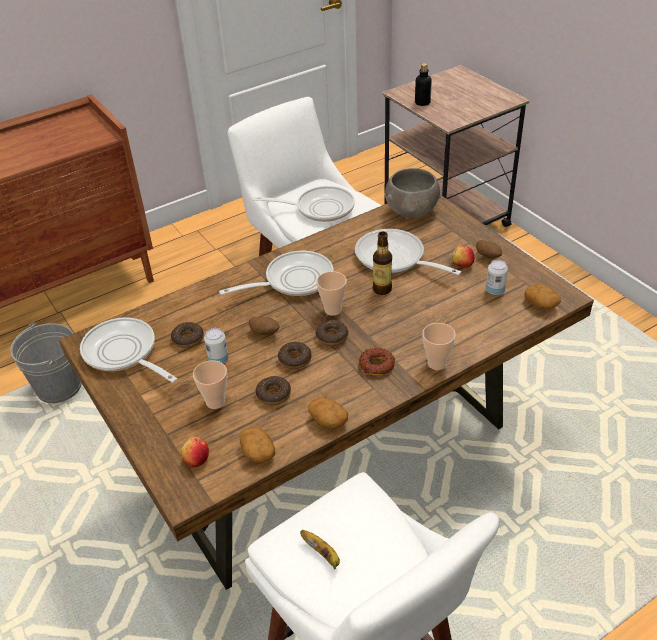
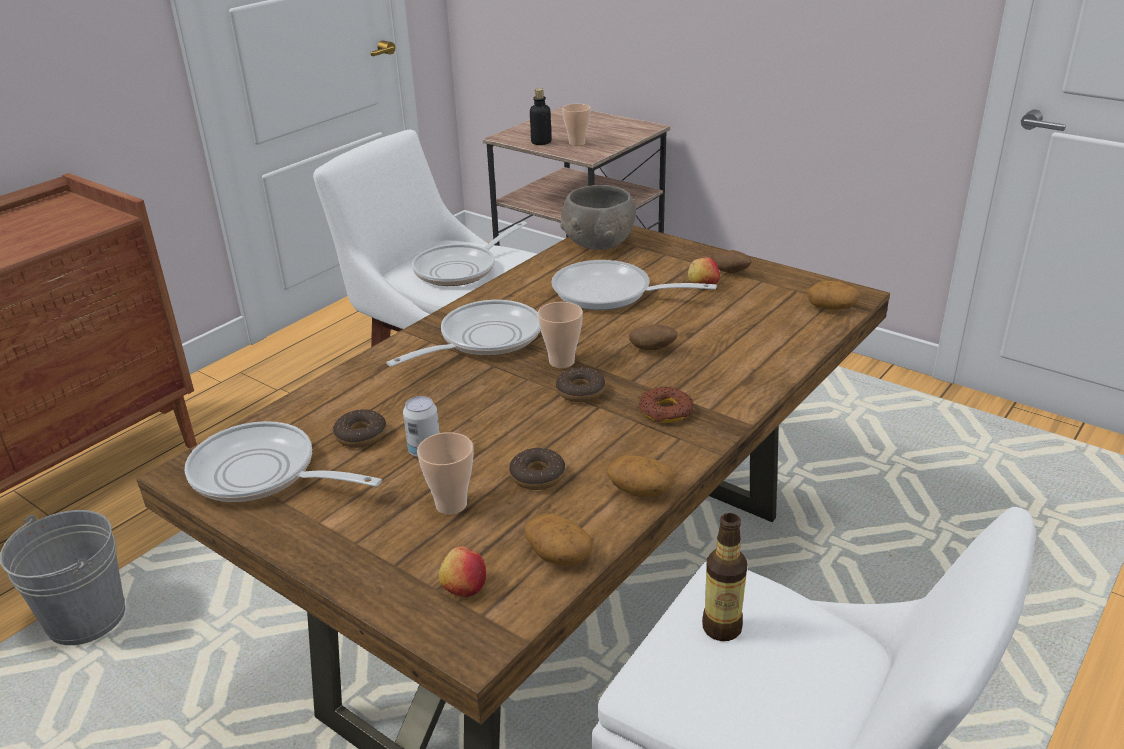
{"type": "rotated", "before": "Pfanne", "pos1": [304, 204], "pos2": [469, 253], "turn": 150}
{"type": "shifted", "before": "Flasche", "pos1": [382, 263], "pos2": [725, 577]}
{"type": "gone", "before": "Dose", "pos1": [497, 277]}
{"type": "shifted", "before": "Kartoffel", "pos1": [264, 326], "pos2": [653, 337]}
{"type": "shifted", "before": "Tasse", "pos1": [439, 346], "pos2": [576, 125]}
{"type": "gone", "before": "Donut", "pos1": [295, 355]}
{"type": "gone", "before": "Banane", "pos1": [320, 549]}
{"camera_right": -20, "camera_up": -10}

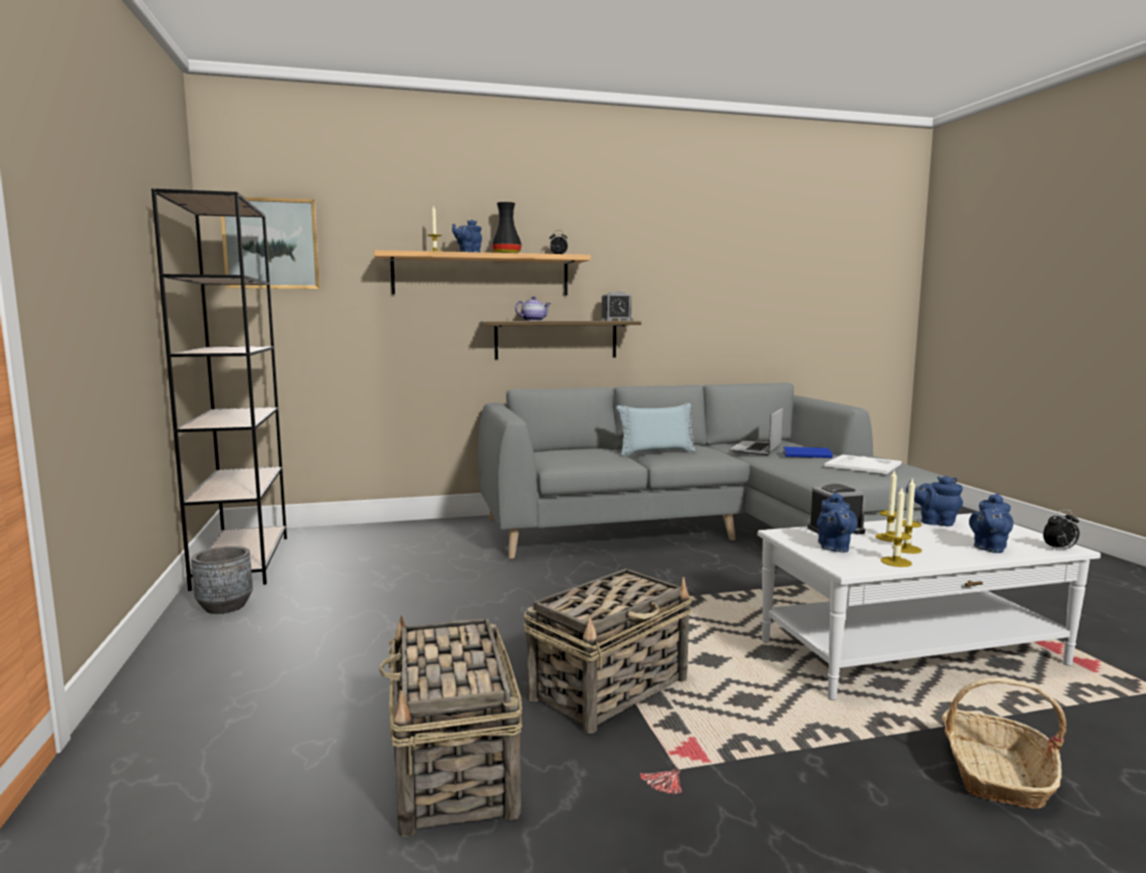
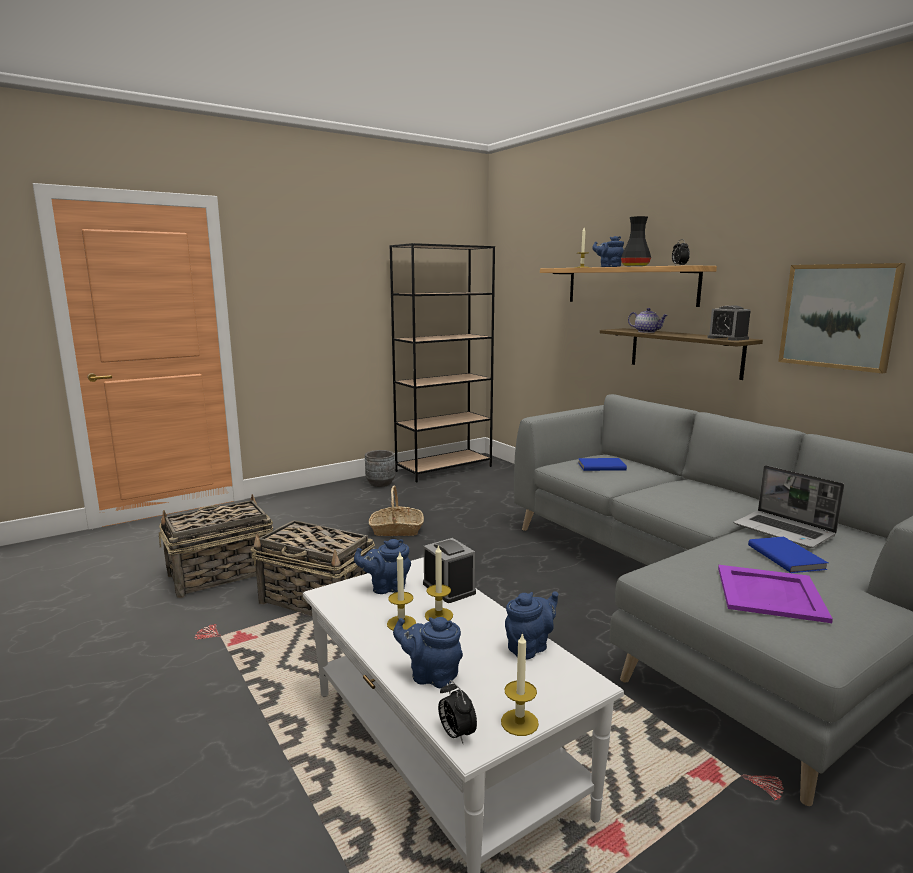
{"type": "shifted", "before": "Bild", "pos1": [270, 243], "pos2": [842, 318]}
{"type": "gone", "before": "Kissen [blau]", "pos1": [656, 429]}
{"type": "rotated", "before": "Laptop", "pos1": [756, 431], "pos2": [789, 506], "turn": -135}
{"type": "repainted", "before": "Tablett [weiß]", "after": "Tablett [lila]", "pos1": [863, 464], "pos2": [775, 594]}
{"type": "rotated", "before": "Teekanne [blau]", "pos1": [934, 501], "pos2": [531, 626], "turn": 45}
{"type": "shifted", "before": "Kerze", "pos1": [896, 527], "pos2": [520, 684]}
{"type": "shifted", "before": "Korb", "pos1": [1004, 743], "pos2": [396, 511]}
{"type": "new", "after": "Buch [blau]", "pos2": [602, 464]}
{"camera_right": 70, "camera_up": 5}

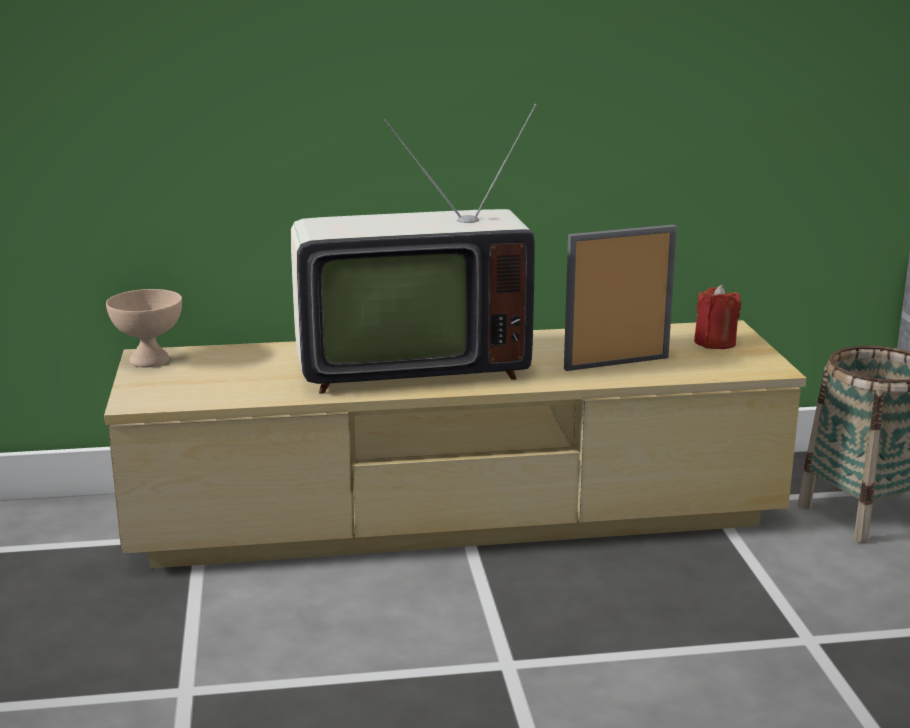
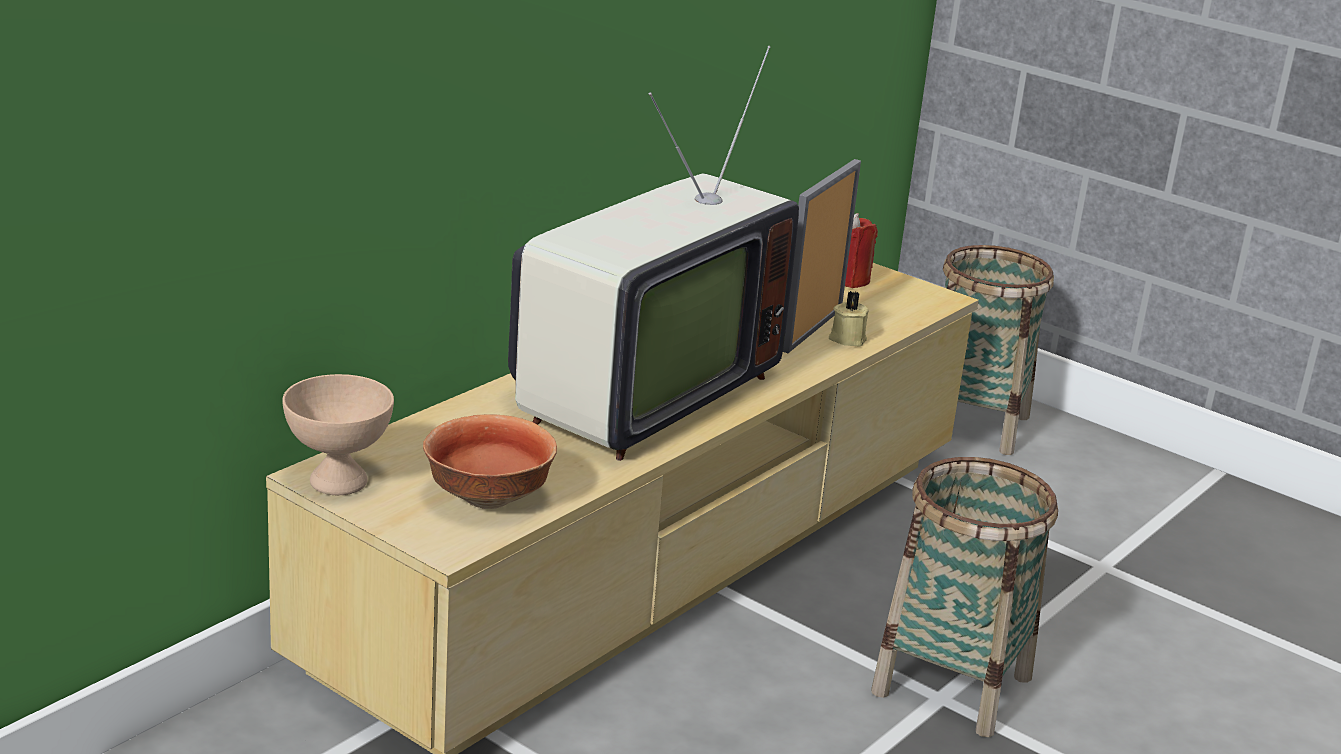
{"type": "new", "after": "Kerze [beige]", "pos2": [849, 319]}
{"type": "new", "after": "Schüssel", "pos2": [490, 461]}
{"type": "new", "after": "Korb", "pos2": [964, 597]}
{"camera_right": -45, "camera_up": 5}

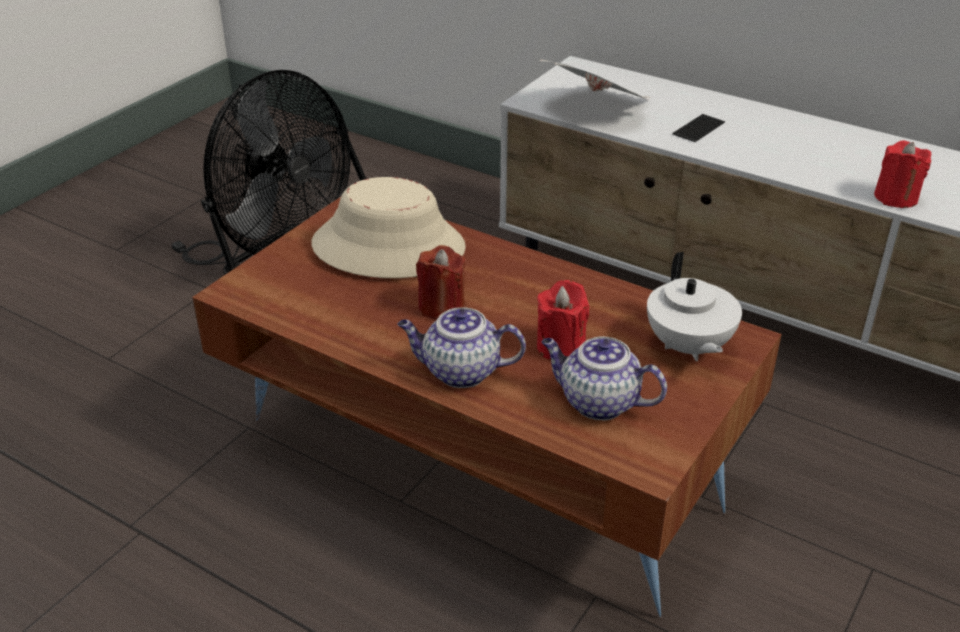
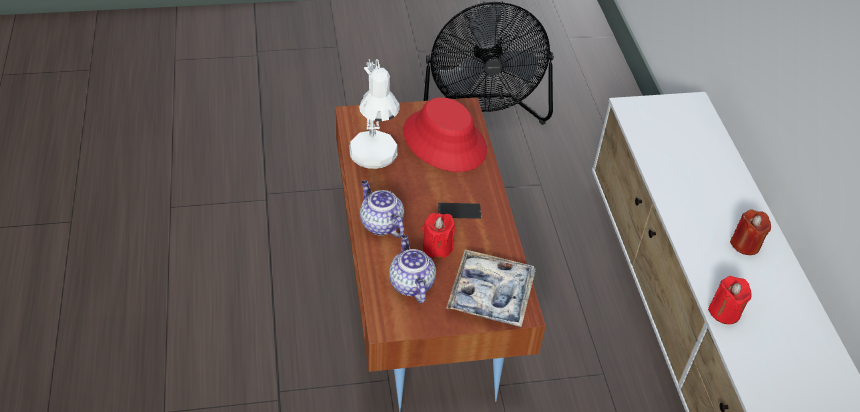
{"type": "gone", "before": "Zeitung", "pos1": [595, 80]}
{"type": "shifted", "before": "Handy", "pos1": [698, 128], "pos2": [459, 211]}
{"type": "repainted", "before": "Hut [beige]", "after": "Hut [rot]", "pos1": [388, 227], "pos2": [445, 134]}
{"type": "shifted", "before": "Kerze [rot]", "pos1": [441, 282], "pos2": [750, 232]}
{"type": "swapped", "before": "Teekanne [weiß]", "after": "Tablett", "pos1": [694, 306], "pos2": [490, 288]}
{"type": "new", "after": "Tischlampe [weiß]", "pos2": [374, 114]}
{"camera_right": 45, "camera_up": 10}

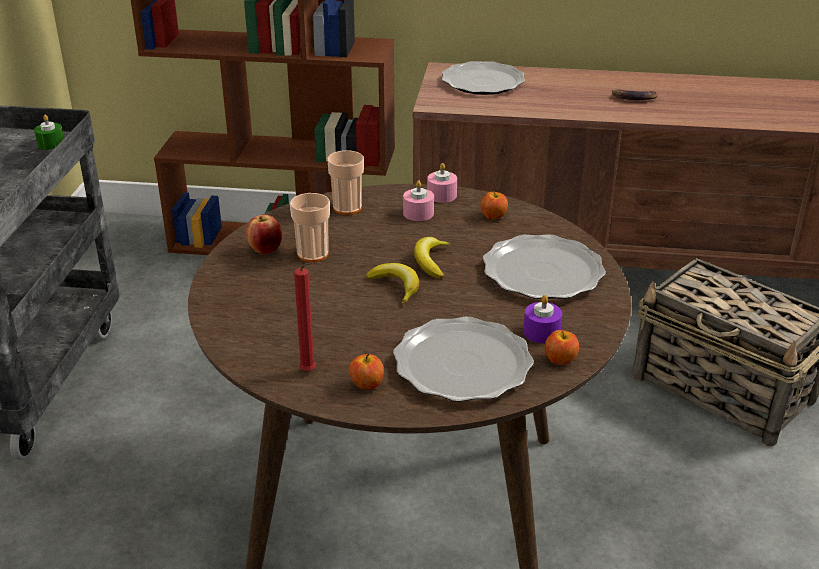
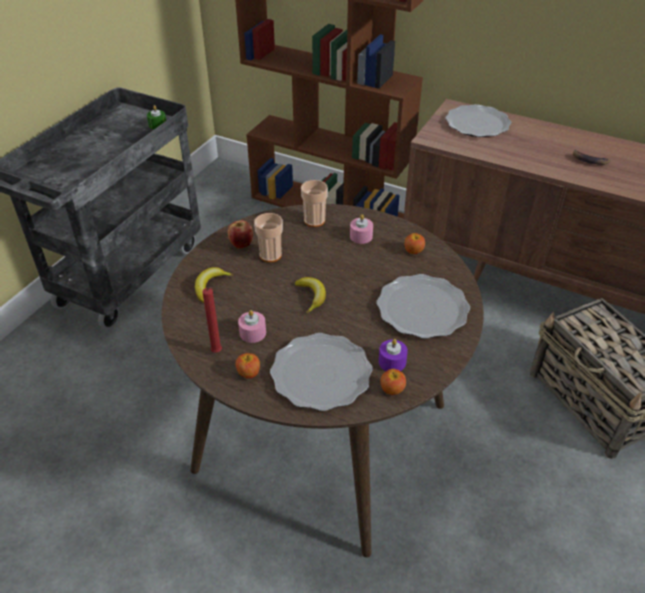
{"type": "shifted", "before": "Kerze [rosa]", "pos1": [442, 183], "pos2": [252, 326]}
{"type": "shifted", "before": "Banane", "pos1": [432, 258], "pos2": [214, 285]}
{"camera_right": 20, "camera_up": 10}

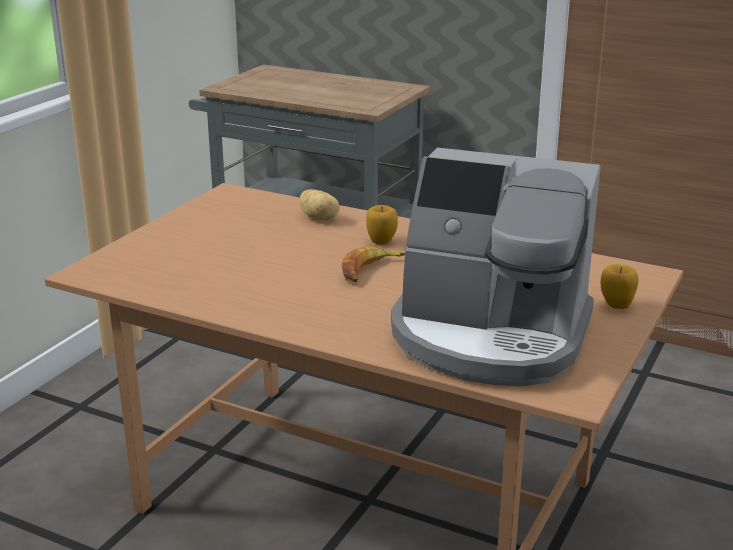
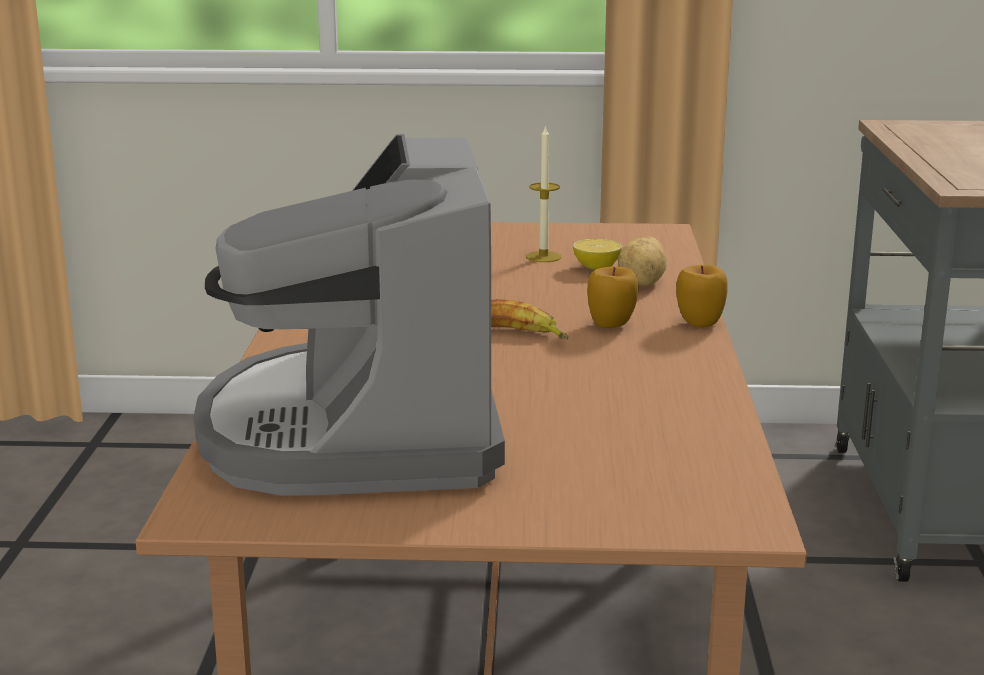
{"type": "shifted", "before": "Apfel", "pos1": [620, 286], "pos2": [702, 296]}
{"type": "new", "after": "Kerze", "pos2": [543, 193]}
{"type": "new", "after": "Zitrone", "pos2": [597, 254]}
{"camera_right": 65, "camera_up": -5}

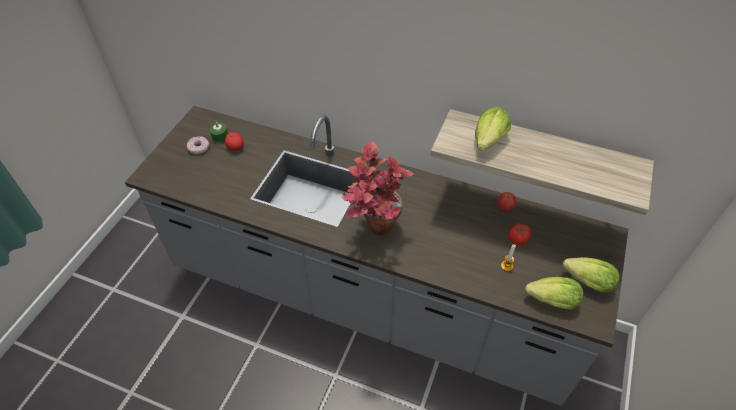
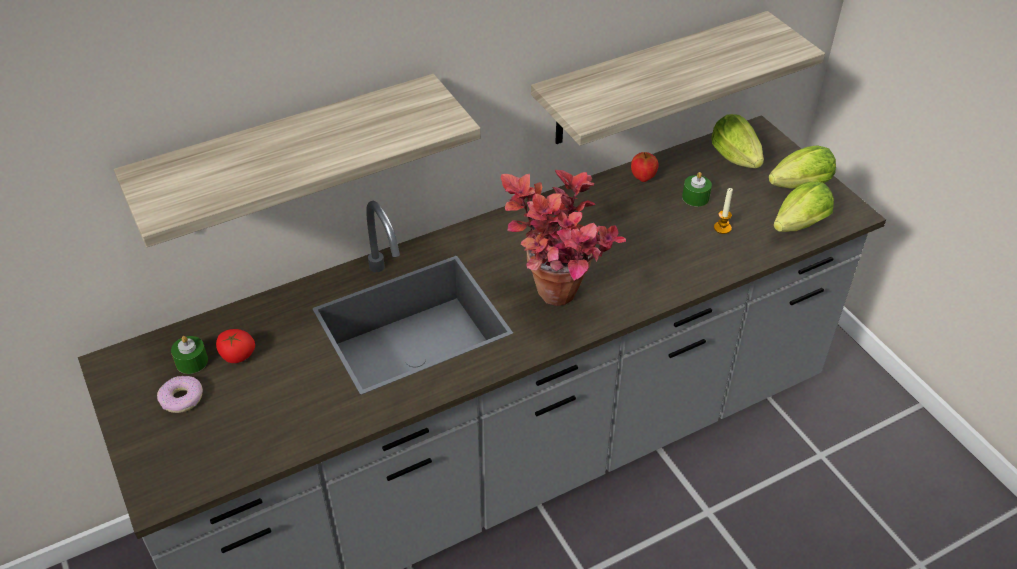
{"type": "shifted", "before": "Salatkopf", "pos1": [493, 129], "pos2": [737, 141]}
{"type": "swapped", "before": "Tomate", "after": "Kerze [grün]", "pos1": [519, 234], "pos2": [697, 189]}
{"type": "new", "after": "Wandregal", "pos2": [297, 160]}
{"camera_right": -50, "camera_up": -5}

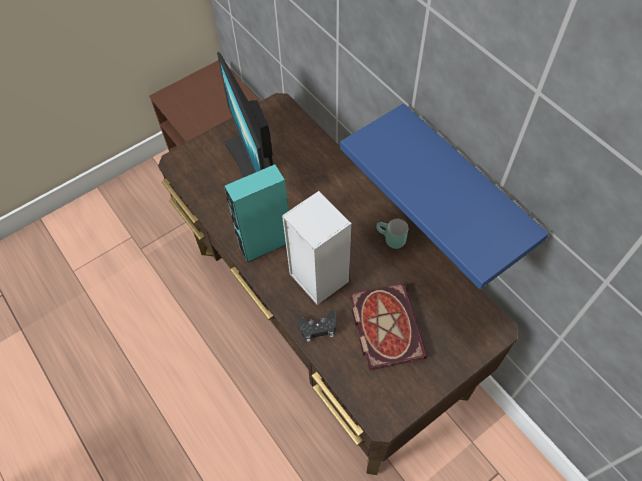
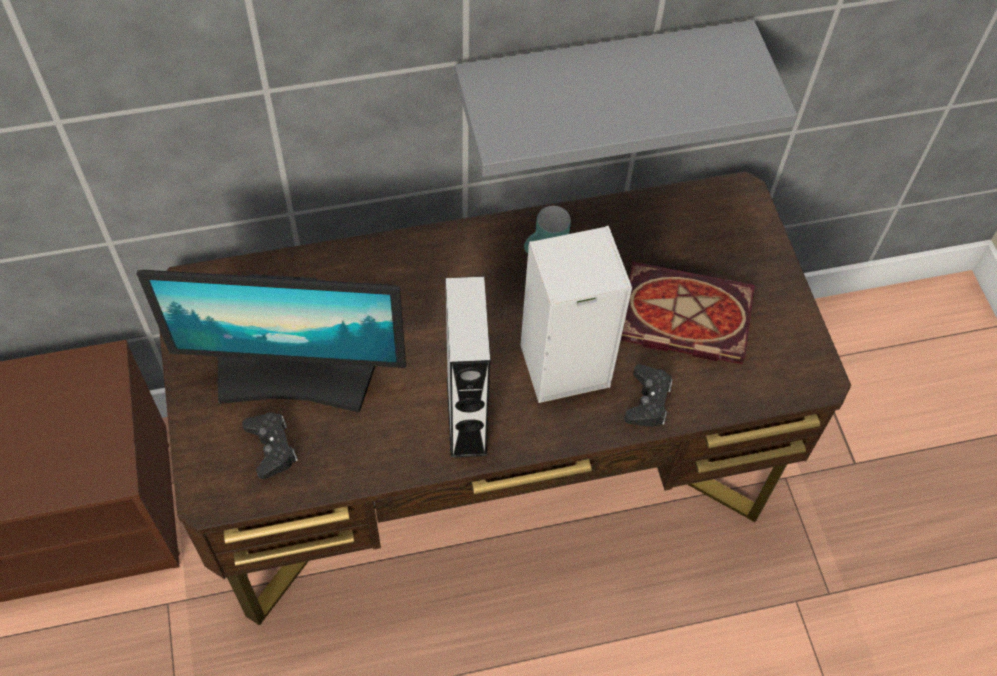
{"type": "repainted", "before": "Wandregal [blau]", "after": "Wandregal [grau]", "pos1": [444, 196], "pos2": [626, 98]}
{"type": "repainted", "before": "Lautsprecher [türkis]", "after": "Lautsprecher [grau]", "pos1": [256, 213], "pos2": [468, 367]}
{"type": "new", "after": "Gamepad [schwarz]", "pos2": [270, 445]}
{"camera_right": -70, "camera_up": 0}

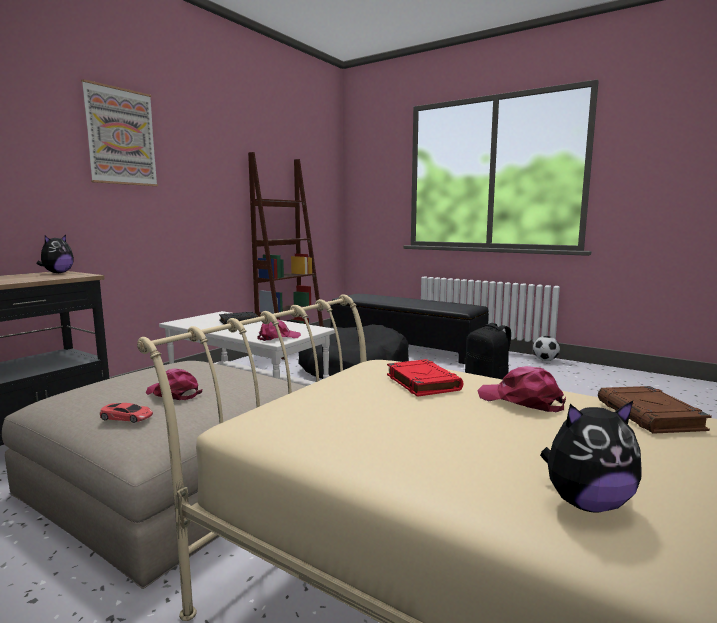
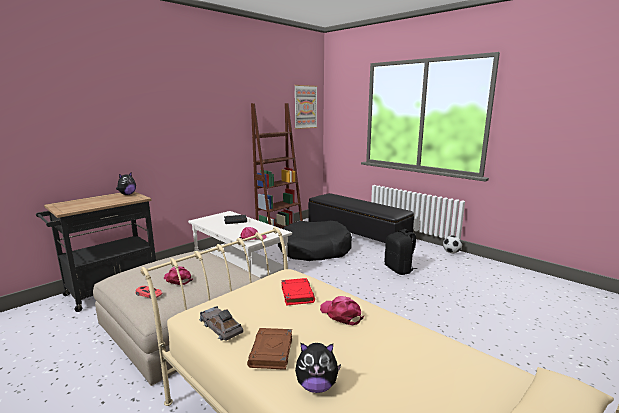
{"type": "shifted", "before": "Bild", "pos1": [119, 132], "pos2": [306, 107]}
{"type": "shifted", "before": "Buch [braun]", "pos1": [655, 409], "pos2": [269, 349]}
{"type": "new", "after": "Spielzeugauto [grau]", "pos2": [221, 323]}
{"camera_right": 10, "camera_up": 5}

